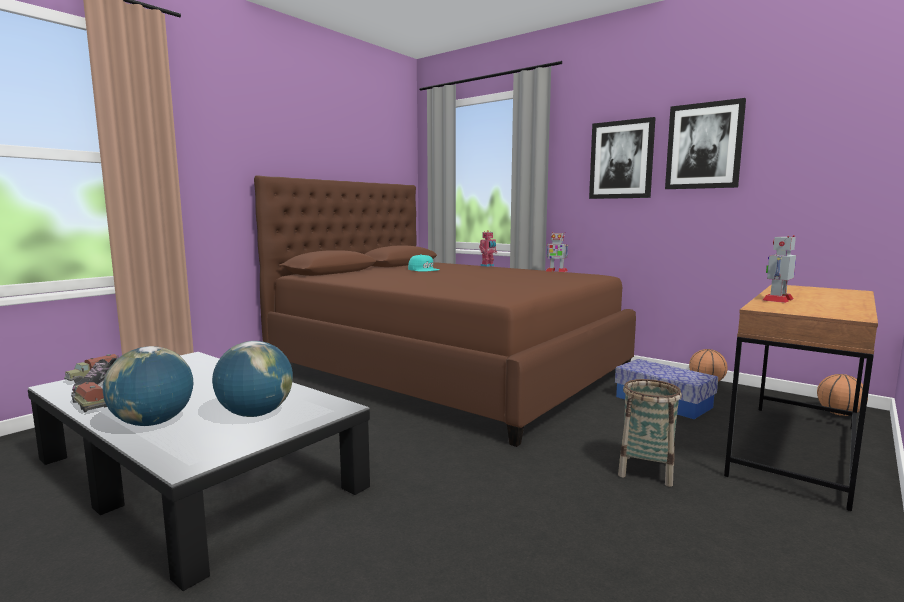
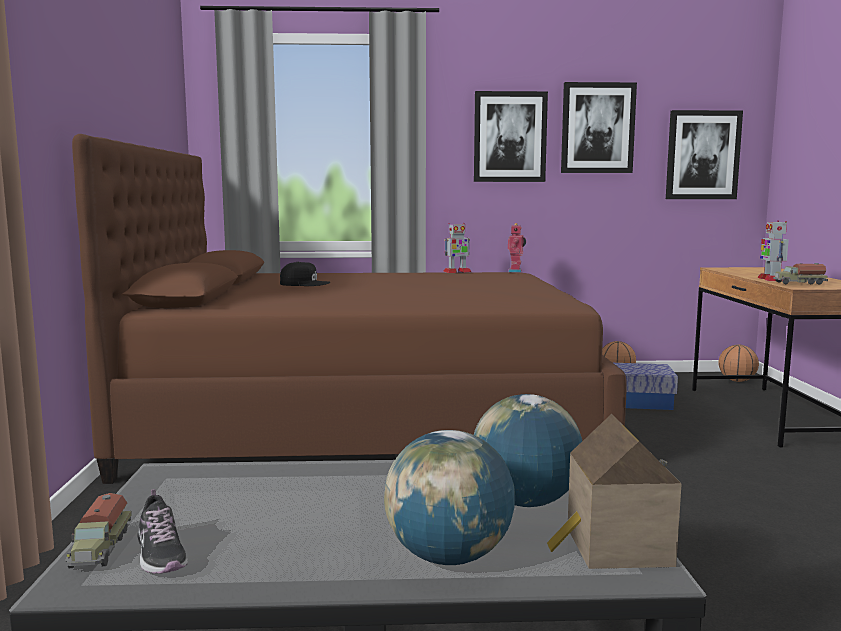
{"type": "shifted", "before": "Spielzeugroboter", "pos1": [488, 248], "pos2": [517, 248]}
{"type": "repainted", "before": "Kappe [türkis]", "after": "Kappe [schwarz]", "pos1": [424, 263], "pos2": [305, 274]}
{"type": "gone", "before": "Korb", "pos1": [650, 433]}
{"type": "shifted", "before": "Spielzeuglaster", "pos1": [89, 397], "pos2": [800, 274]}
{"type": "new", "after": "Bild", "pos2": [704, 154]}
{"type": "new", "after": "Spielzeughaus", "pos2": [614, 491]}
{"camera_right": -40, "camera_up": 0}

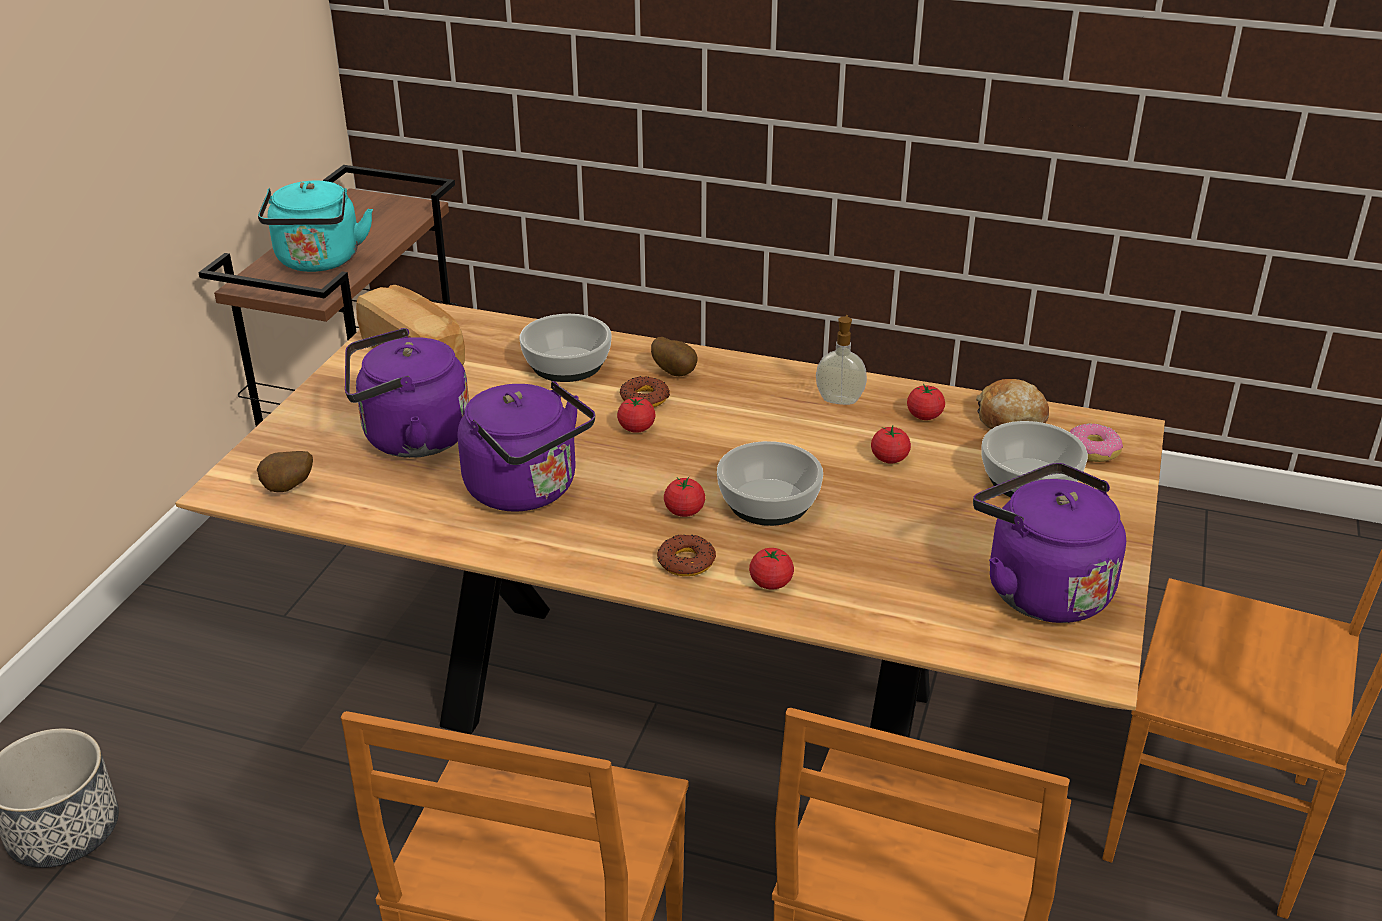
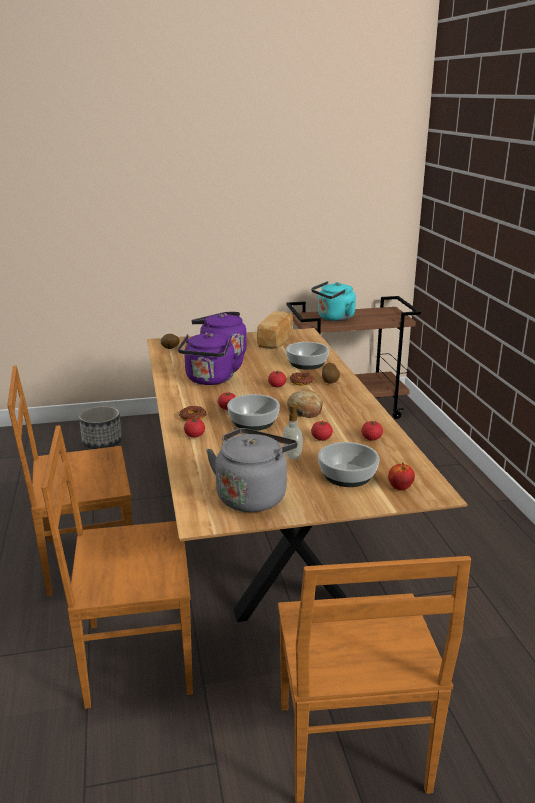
{"type": "shifted", "before": "Seifenspender", "pos1": [841, 360], "pos2": [293, 432]}
{"type": "shifted", "before": "Brot", "pos1": [1012, 404], "pos2": [305, 404]}
{"type": "swapped", "before": "Donut", "after": "Apfel", "pos1": [1096, 442], "pos2": [401, 477]}
{"type": "repainted", "before": "Wasserkessel [lila]", "after": "Wasserkessel [grau]", "pos1": [1049, 543], "pos2": [251, 470]}
{"camera_right": 60, "camera_up": -10}

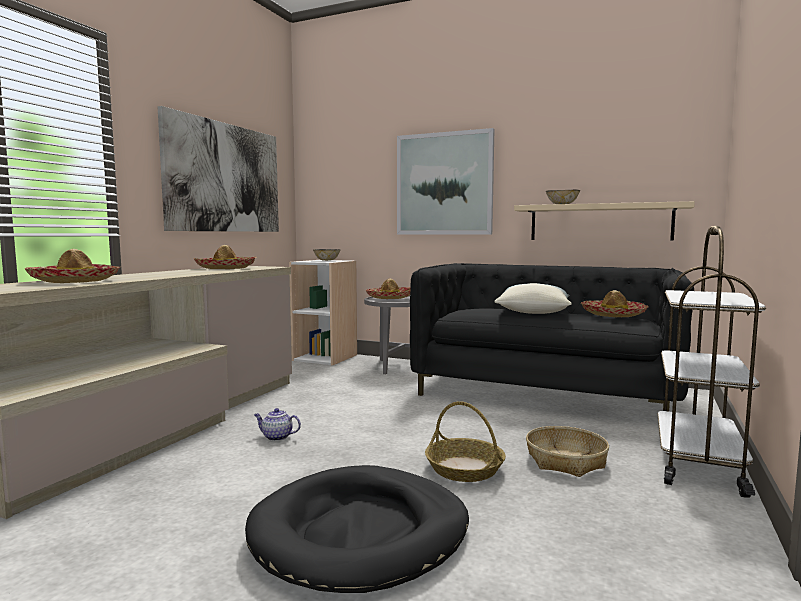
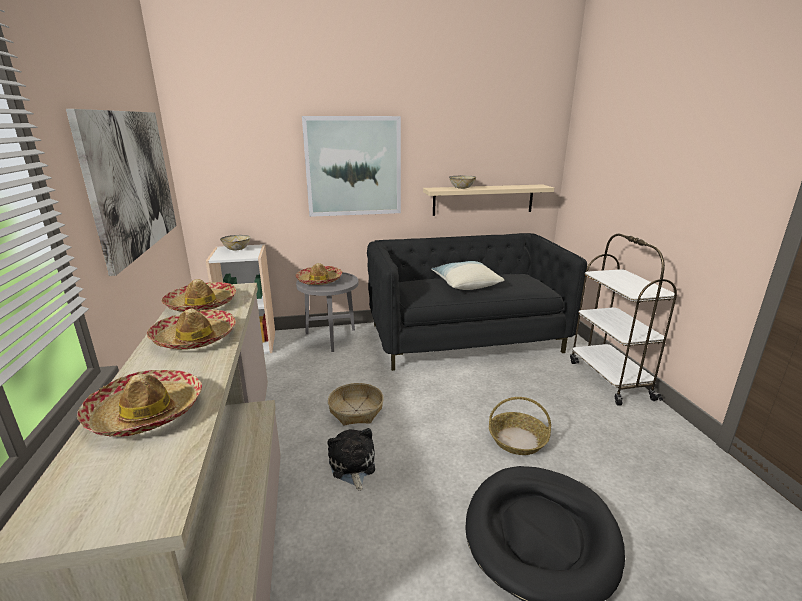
{"type": "shifted", "before": "Hut", "pos1": [615, 303], "pos2": [191, 329]}
{"type": "swapped", "before": "Teekanne", "after": "Plüschtier", "pos1": [277, 424], "pos2": [351, 459]}
{"type": "shifted", "before": "Korb", "pos1": [567, 451], "pos2": [356, 404]}
{"camera_right": -35, "camera_up": 15}

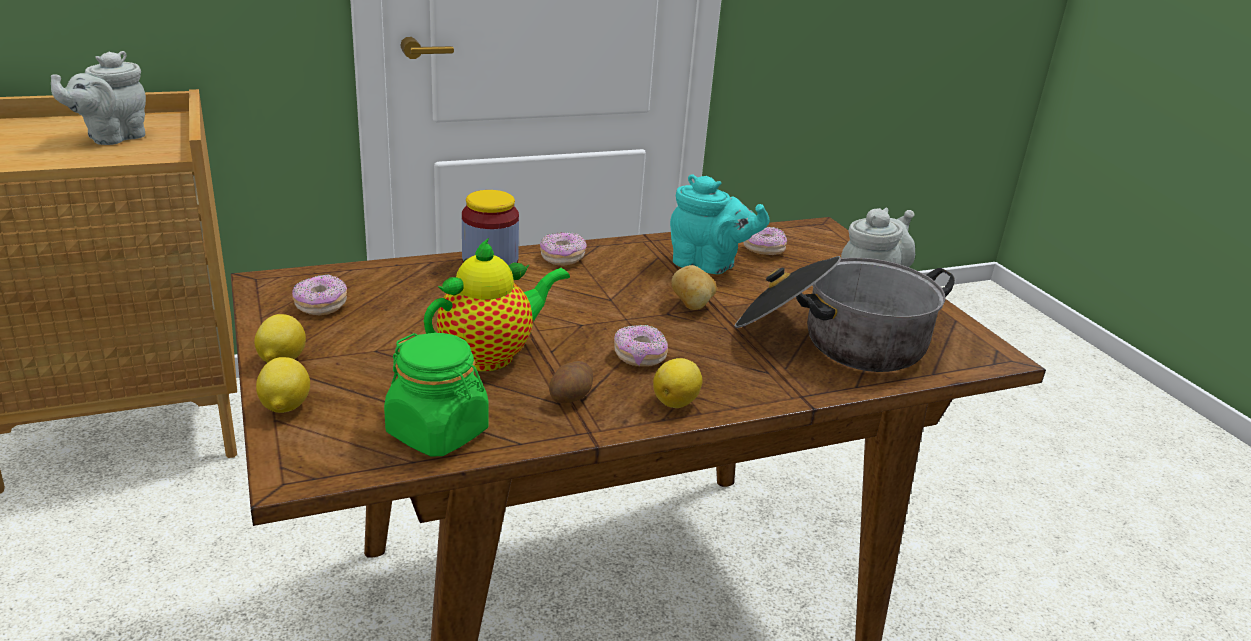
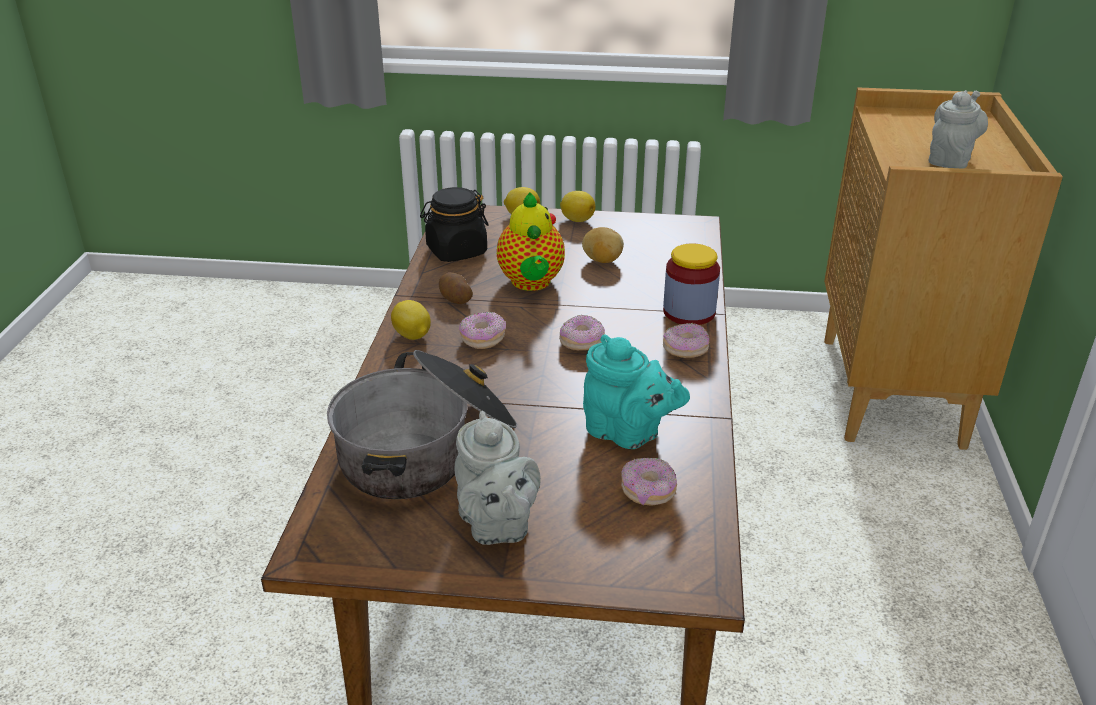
{"type": "rotated", "before": "Teekanne [grau]", "pos1": [98, 98], "pos2": [958, 129], "turn": 60}
{"type": "rotated", "before": "Teekanne [türkis]", "pos1": [719, 224], "pos2": [636, 391], "turn": -105}
{"type": "shifted", "before": "Kartoffel", "pos1": [694, 287], "pos2": [603, 245]}
{"type": "shifted", "before": "Donut", "pos1": [319, 295], "pos2": [582, 332]}
{"type": "repainted", "before": "Vorratsglas [grün]", "after": "Vorratsglas [schwarz]", "pos1": [436, 395], "pos2": [454, 224]}
{"camera_right": 120, "camera_up": 5}

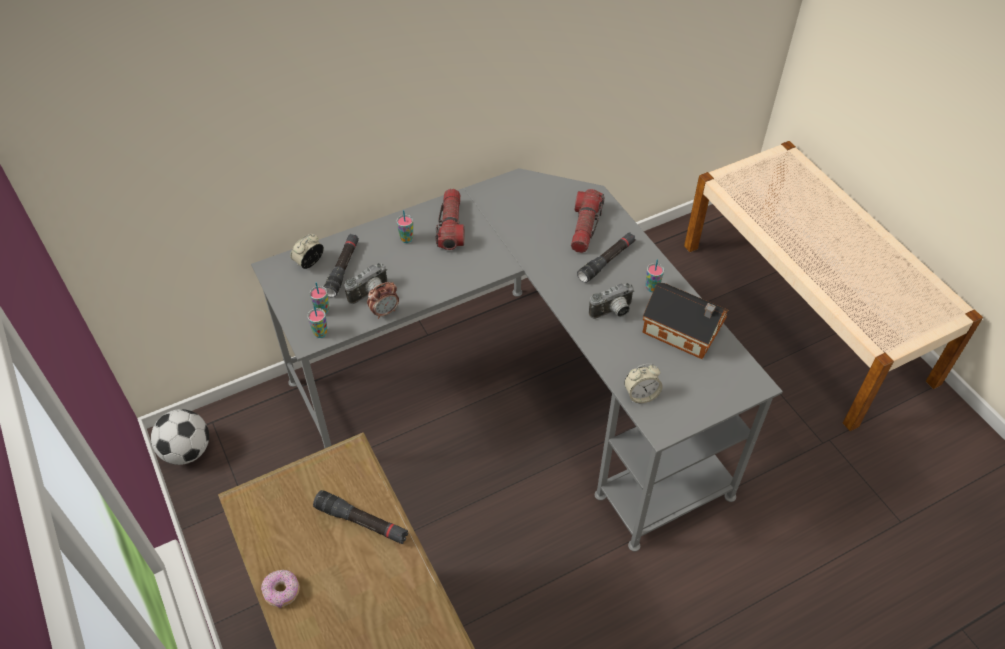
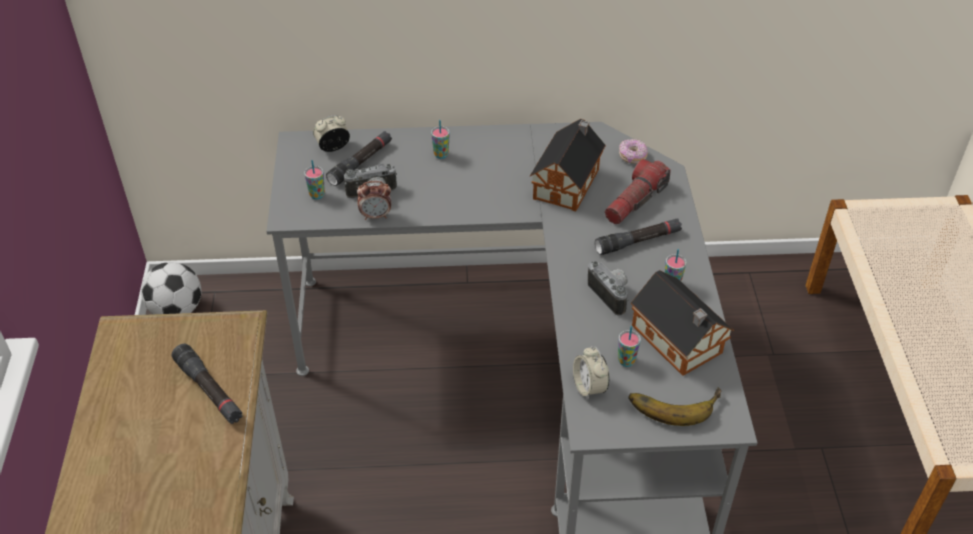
{"type": "gone", "before": "Taschenlampe", "pos1": [450, 219]}
{"type": "rotated", "before": "Kamera", "pos1": [611, 301], "pos2": [608, 288], "turn": -120}
{"type": "shifted", "before": "Tasse", "pos1": [317, 321], "pos2": [629, 346]}
{"type": "rotated", "before": "Wecker", "pos1": [643, 383], "pos2": [591, 373], "turn": 60}
{"type": "shifted", "before": "Donut", "pos1": [280, 589], "pos2": [633, 151]}
{"type": "new", "after": "Spielzeughaus", "pos2": [568, 165]}
{"type": "new", "after": "Banane", "pos2": [675, 407]}
{"camera_right": 25, "camera_up": -5}

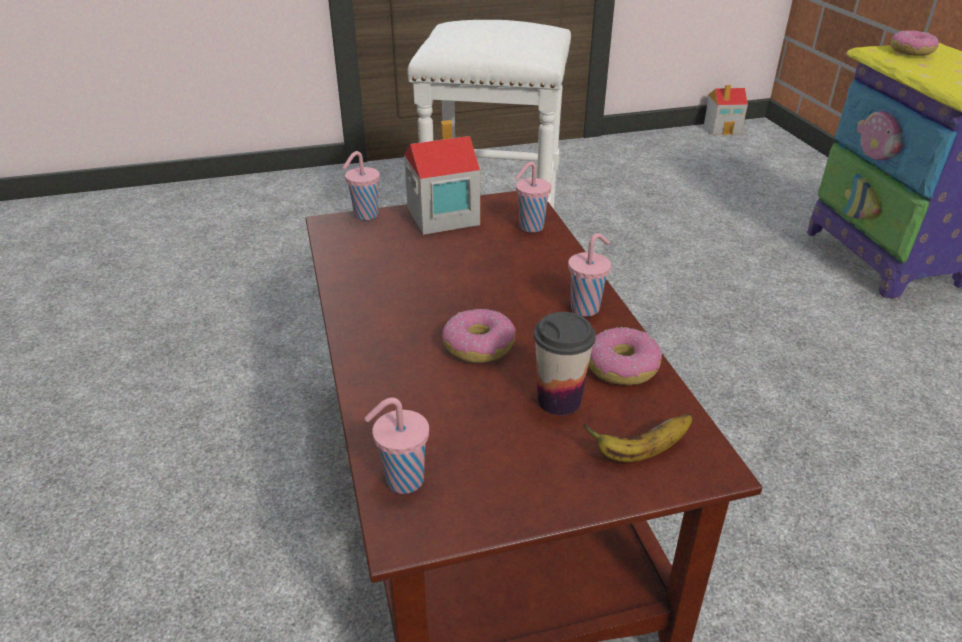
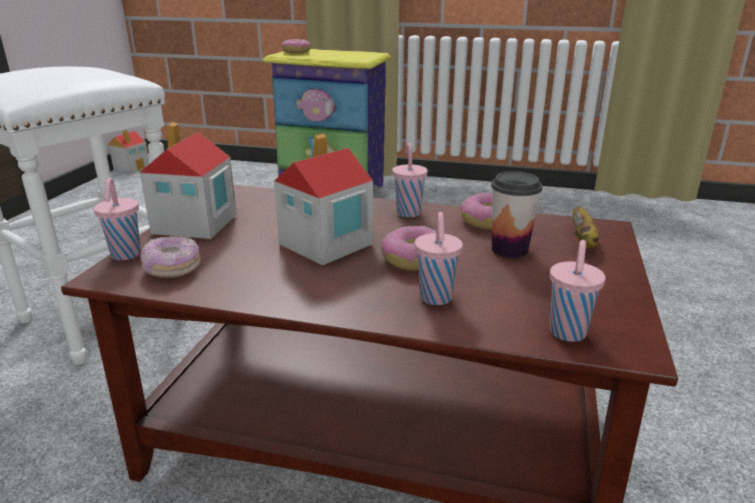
{"type": "shifted", "before": "Tasse [rosa]", "pos1": [533, 197], "pos2": [438, 258]}
{"type": "new", "after": "Spielzeughaus", "pos2": [323, 199]}
{"type": "new", "after": "Donut", "pos2": [170, 257]}
{"camera_right": -60, "camera_up": -10}

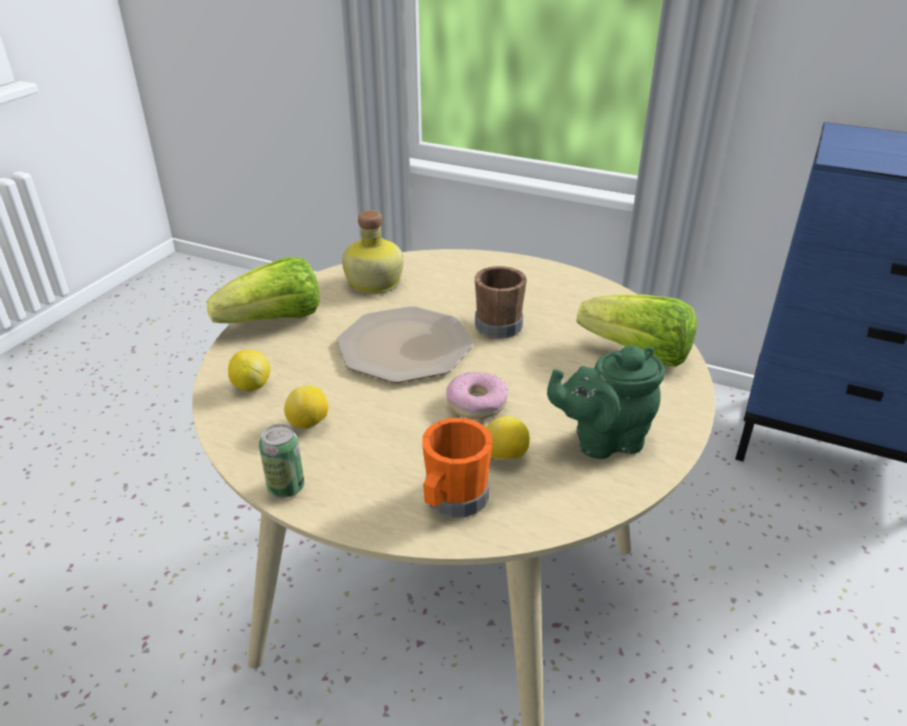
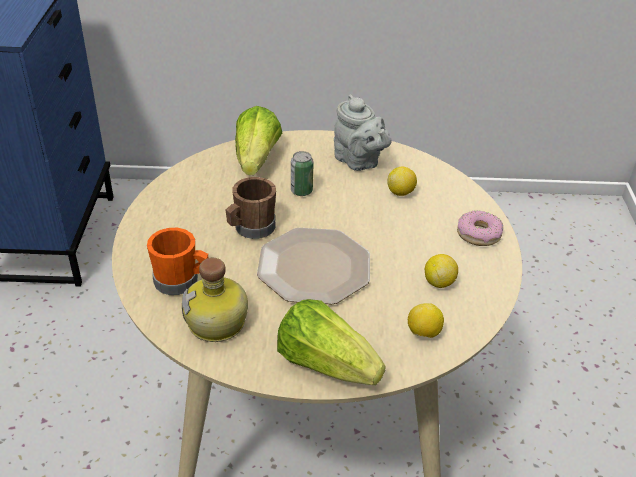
{"type": "repainted", "before": "Teekanne [grün]", "after": "Teekanne [grau]", "pos1": [606, 402], "pos2": [363, 132]}
{"type": "shifted", "before": "Donut", "pos1": [477, 395], "pos2": [480, 228]}
{"type": "shifted", "before": "Henkelbecher [orange]", "pos1": [457, 468], "pos2": [177, 261]}
{"type": "shifted", "before": "Dose", "pos1": [281, 461], "pos2": [302, 173]}
{"camera_right": -115, "camera_up": 5}

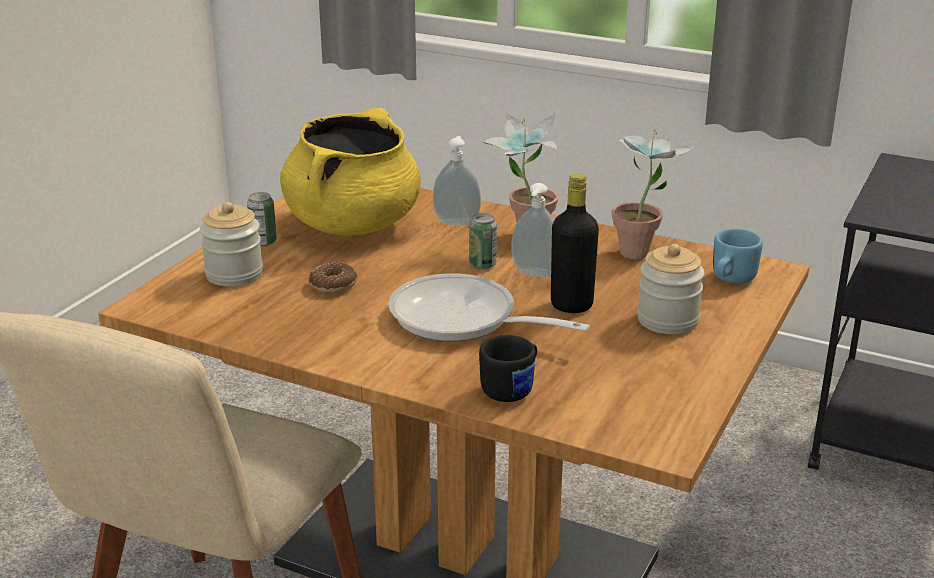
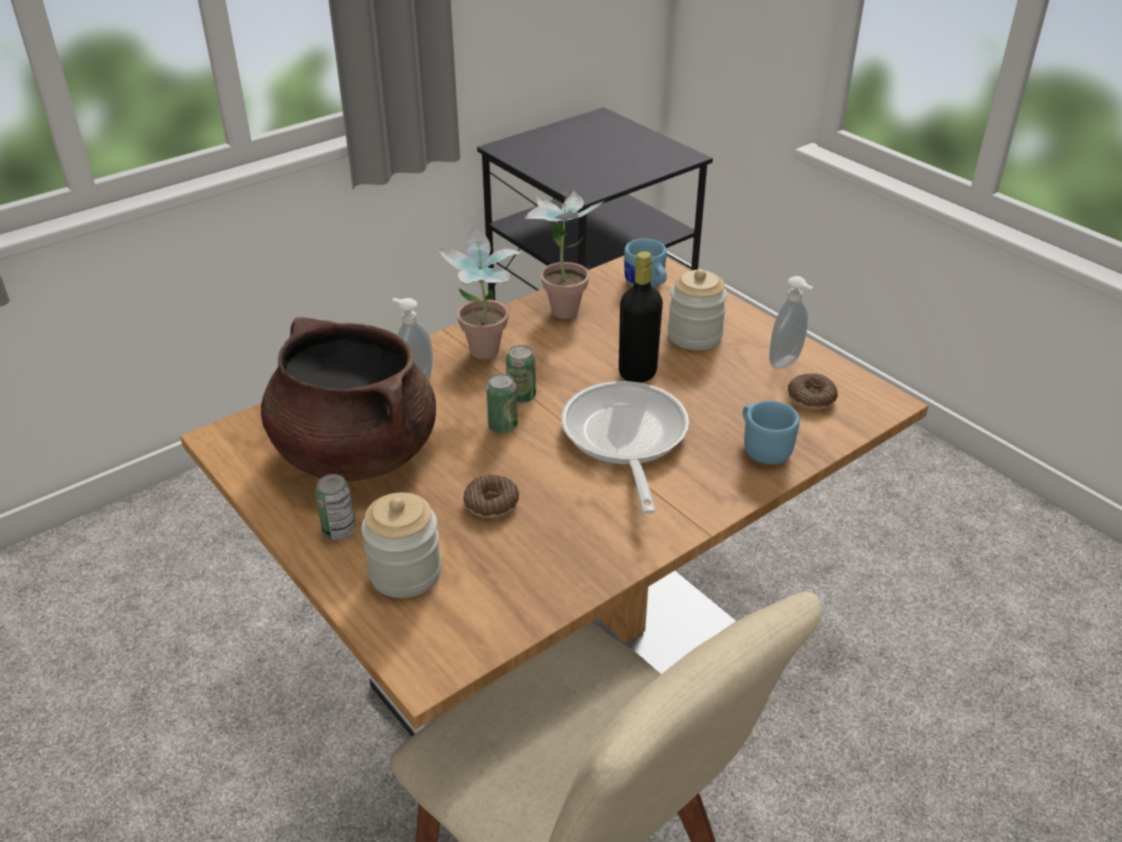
{"type": "repainted", "before": "Kochtopf [gelb]", "after": "Kochtopf [braun]", "pos1": [350, 172], "pos2": [348, 399]}
{"type": "shifted", "before": "Seifenspender", "pos1": [532, 230], "pos2": [791, 322]}
{"type": "rotated", "before": "Pfanne", "pos1": [489, 307], "pos2": [625, 447], "turn": 120}
{"type": "repainted", "before": "Henkelbecher [schwarz]", "after": "Henkelbecher [blau]", "pos1": [508, 368], "pos2": [771, 433]}
{"type": "new", "after": "Donut", "pos2": [813, 391]}
{"type": "new", "after": "Dose", "pos2": [502, 403]}
{"camera_right": -65, "camera_up": 10}

